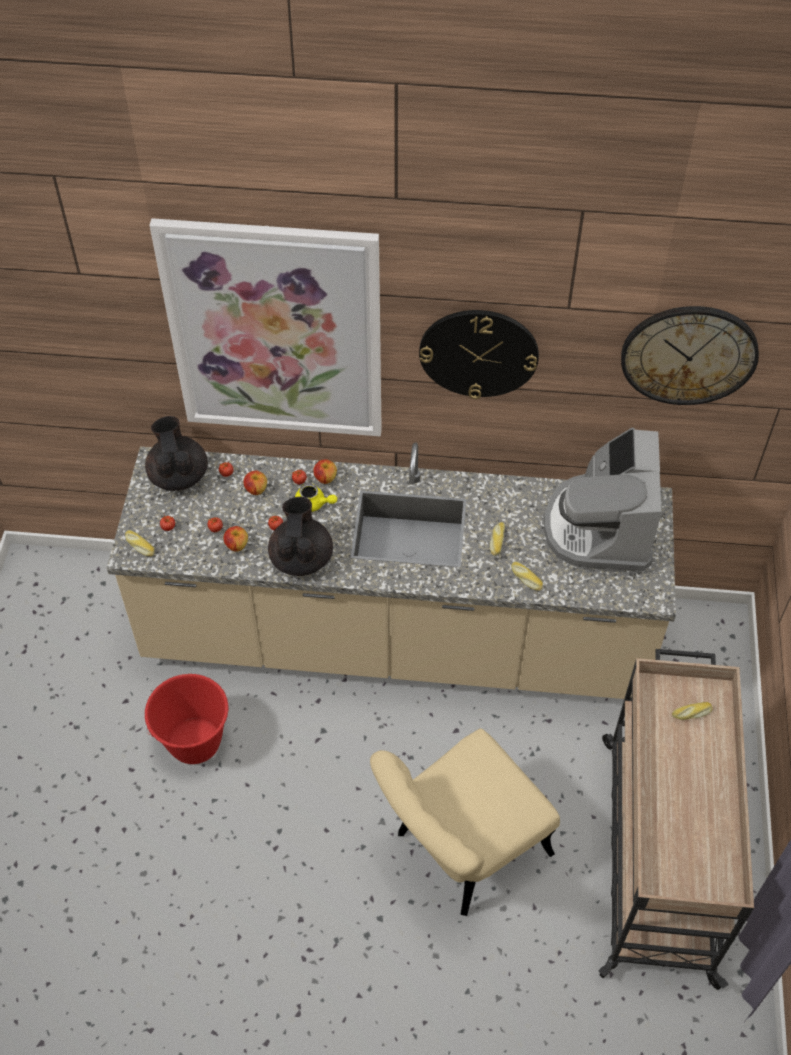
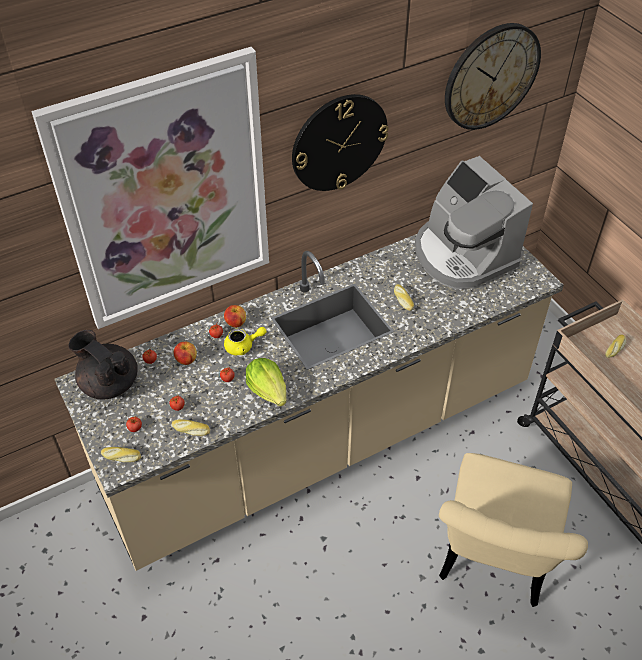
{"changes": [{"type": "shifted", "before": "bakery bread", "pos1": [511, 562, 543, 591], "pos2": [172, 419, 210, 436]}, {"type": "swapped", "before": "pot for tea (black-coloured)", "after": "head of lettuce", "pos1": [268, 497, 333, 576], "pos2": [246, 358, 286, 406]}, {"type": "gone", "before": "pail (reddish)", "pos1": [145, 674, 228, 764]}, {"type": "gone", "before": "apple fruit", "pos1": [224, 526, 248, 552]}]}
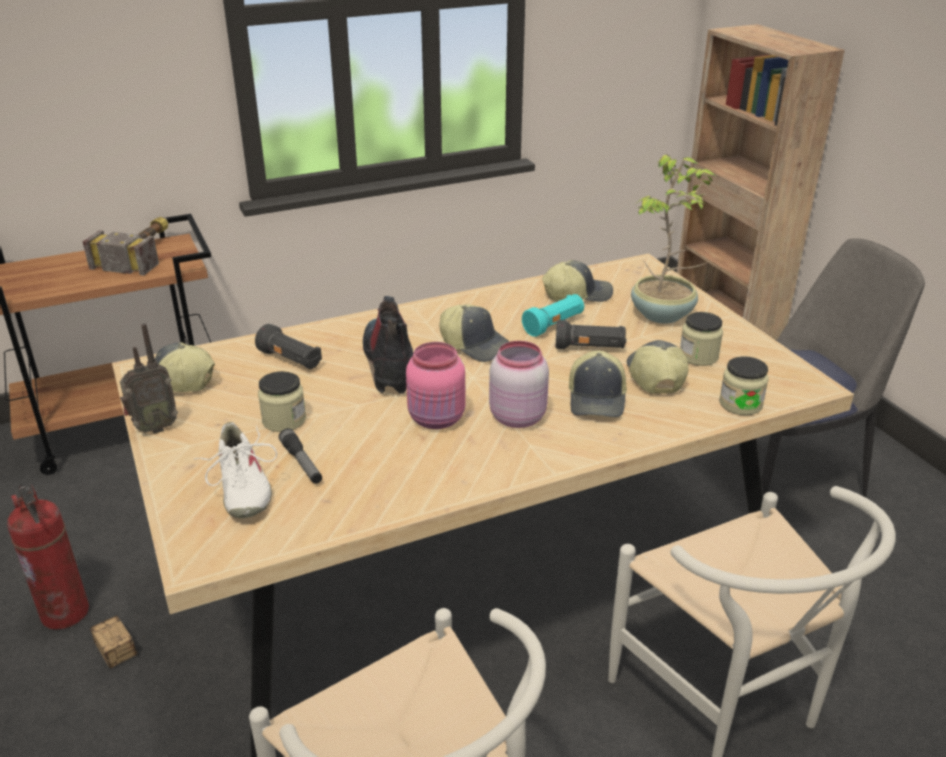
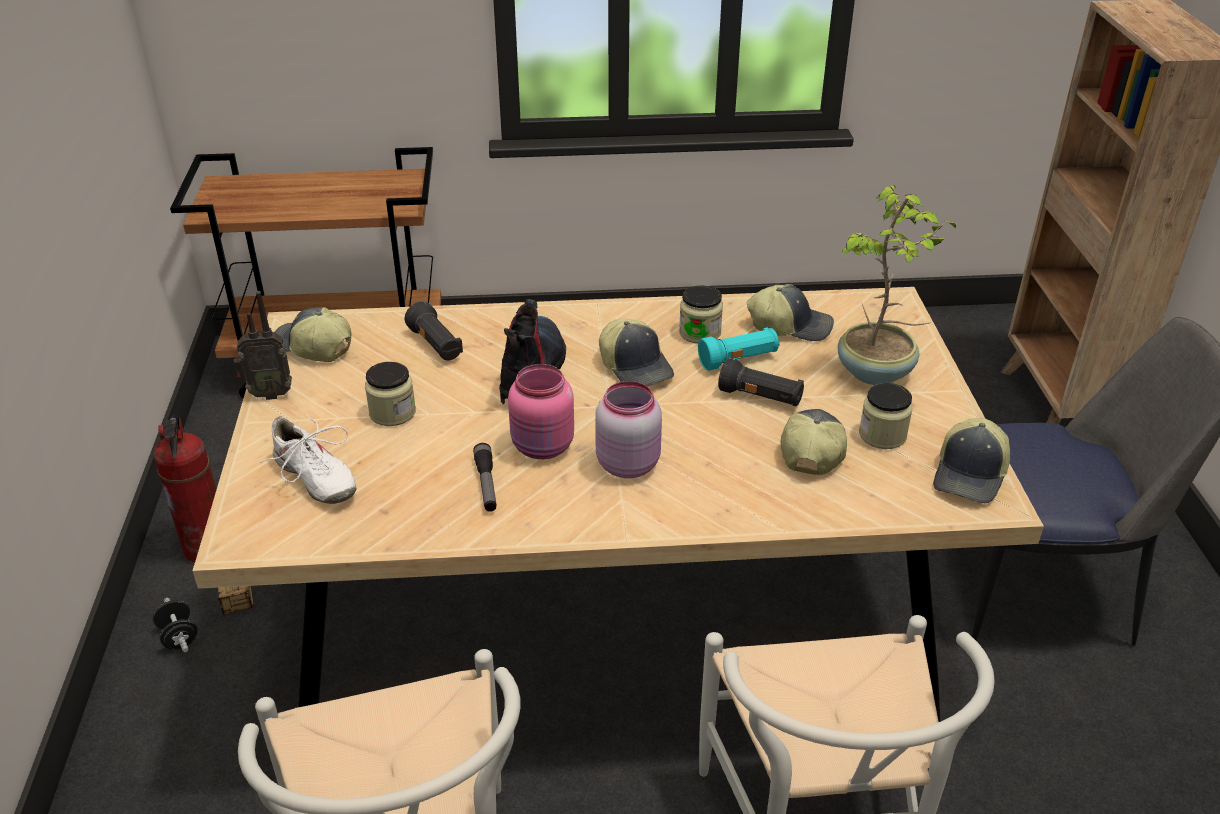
{"changes": [{"type": "new", "after": "free weight (black-coloured)", "pos2": [153, 598, 198, 652]}, {"type": "rotated", "before": "shoe (white)", "pos1": [194, 422, 277, 518], "pos2": [259, 413, 356, 504], "turn": -45}, {"type": "shifted", "before": "flashlight", "pos1": [279, 428, 322, 484], "pos2": [473, 443, 497, 512]}, {"type": "shifted", "before": "preserve jar", "pos1": [719, 356, 769, 415], "pos2": [679, 285, 723, 344]}, {"type": "shifted", "before": "cap", "pos1": [569, 350, 627, 417], "pos2": [933, 418, 1010, 503]}, {"type": "gone", "before": "tool hammer", "pos1": [82, 217, 168, 275]}]}
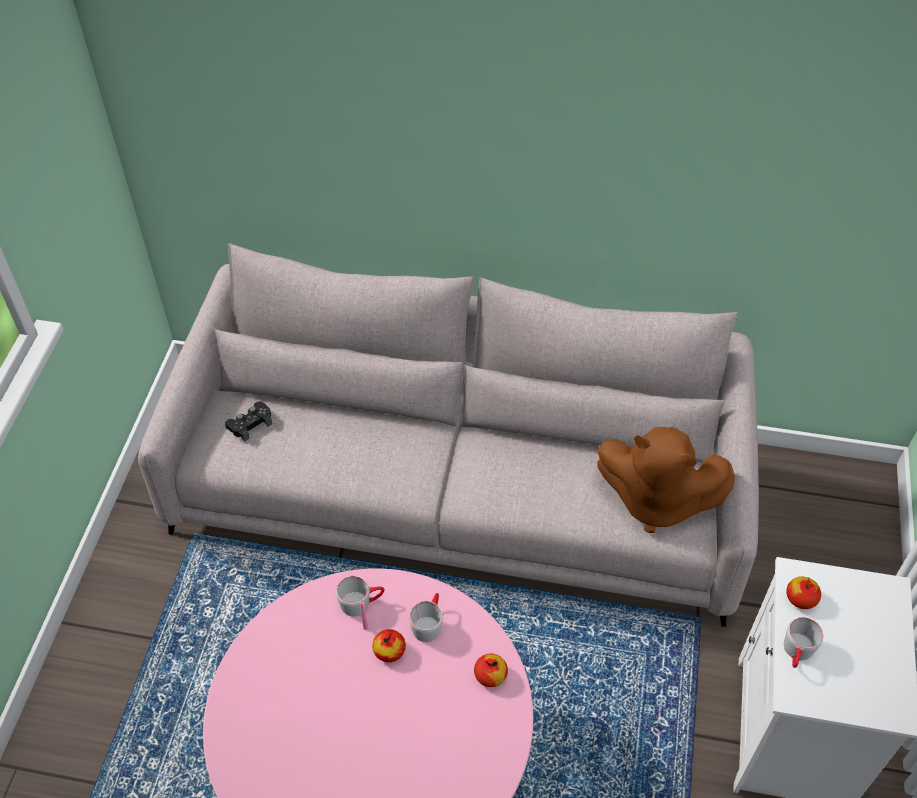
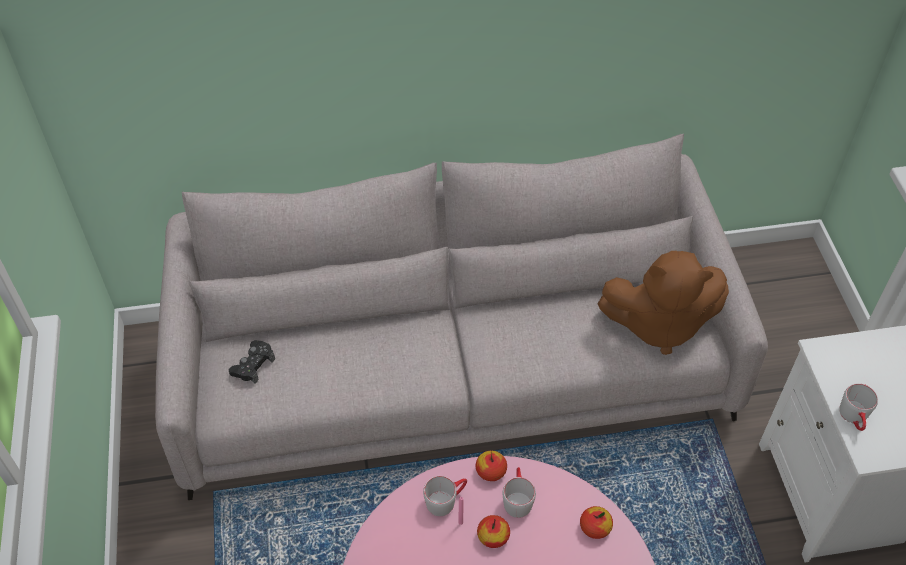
{"changes": [{"type": "shifted", "before": "apple fruit", "pos1": [786, 577, 821, 609], "pos2": [475, 450, 507, 481]}]}
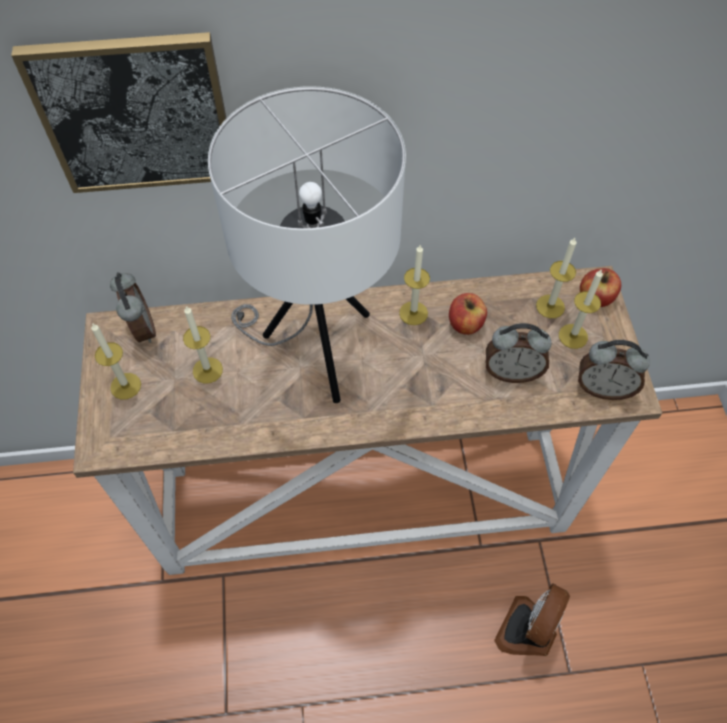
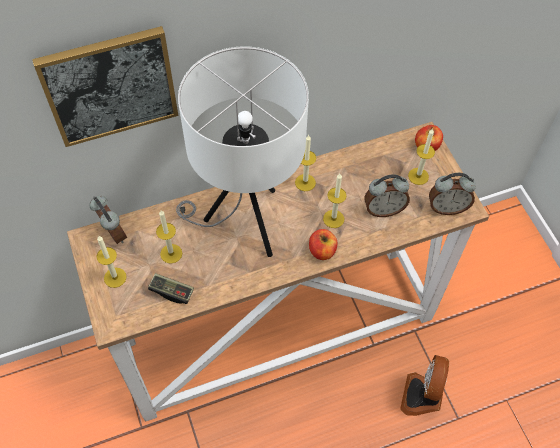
{"changes": [{"type": "new", "after": "joypad", "pos2": [148, 273, 194, 304]}, {"type": "shifted", "before": "apple fruit", "pos1": [449, 293, 487, 335], "pos2": [309, 229, 338, 260]}, {"type": "shifted", "before": "wax candle", "pos1": [536, 238, 577, 318], "pos2": [323, 174, 346, 228]}]}
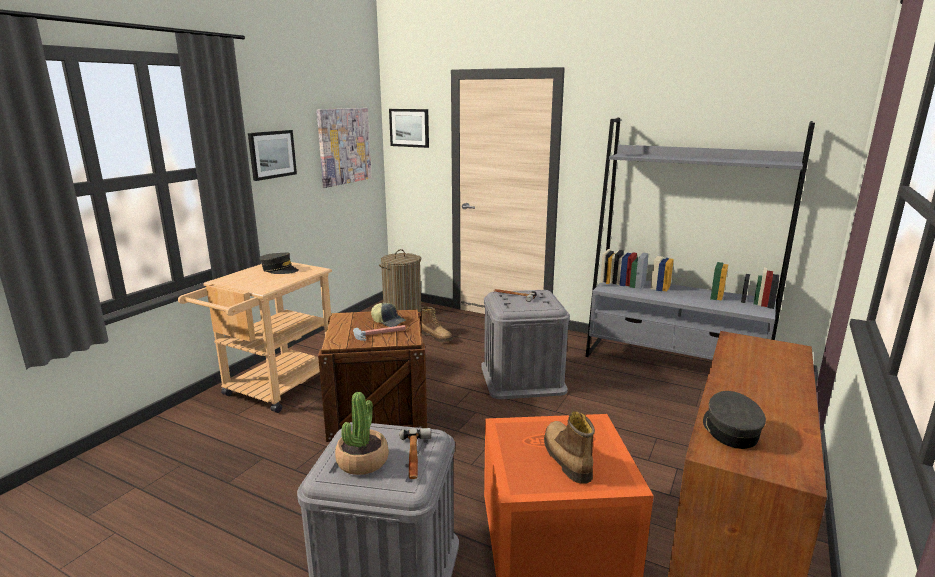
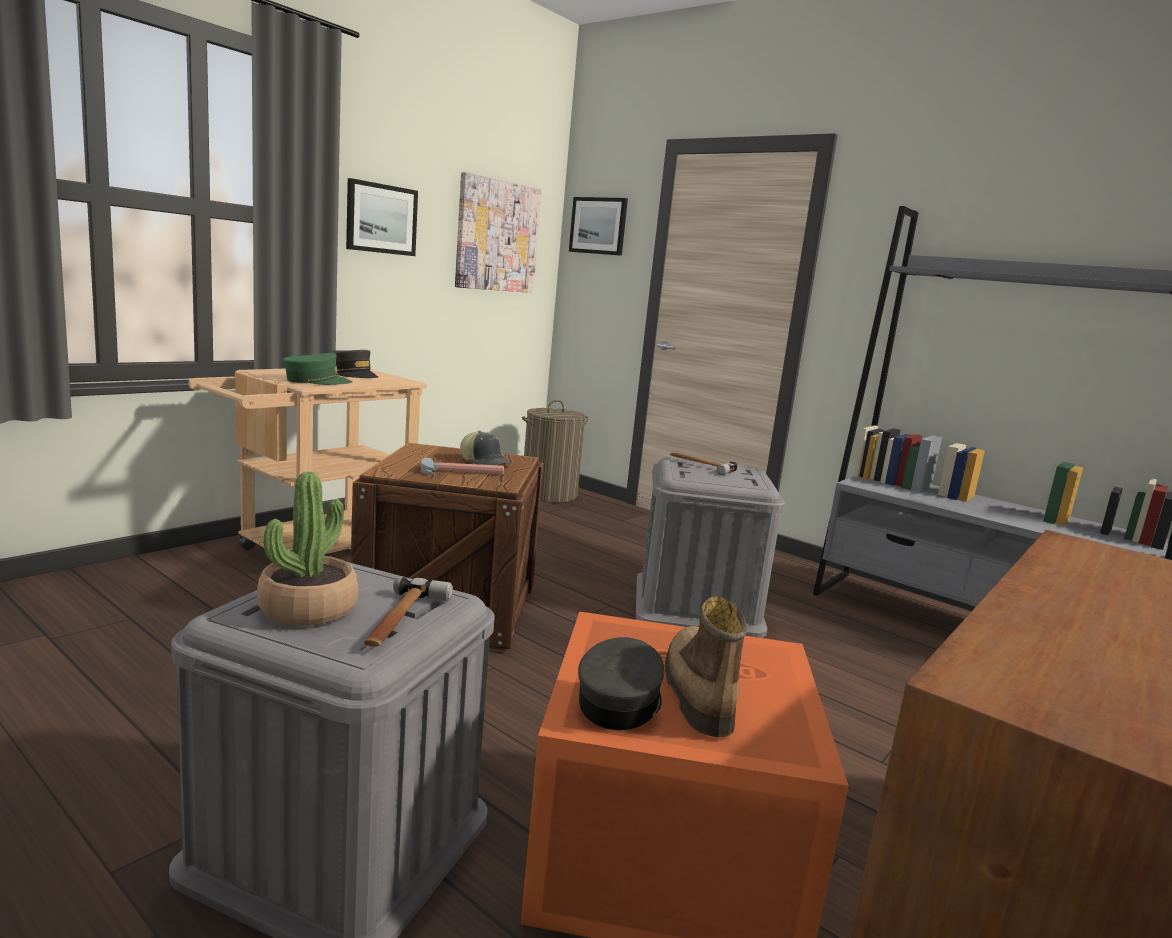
{"changes": [{"type": "new", "after": "cap (greenish)", "pos2": [283, 353, 352, 385]}, {"type": "shifted", "before": "cap (grey)", "pos1": [703, 391, 766, 449], "pos2": [578, 637, 664, 730]}, {"type": "gone", "before": "boot", "pos1": [421, 307, 453, 342]}]}
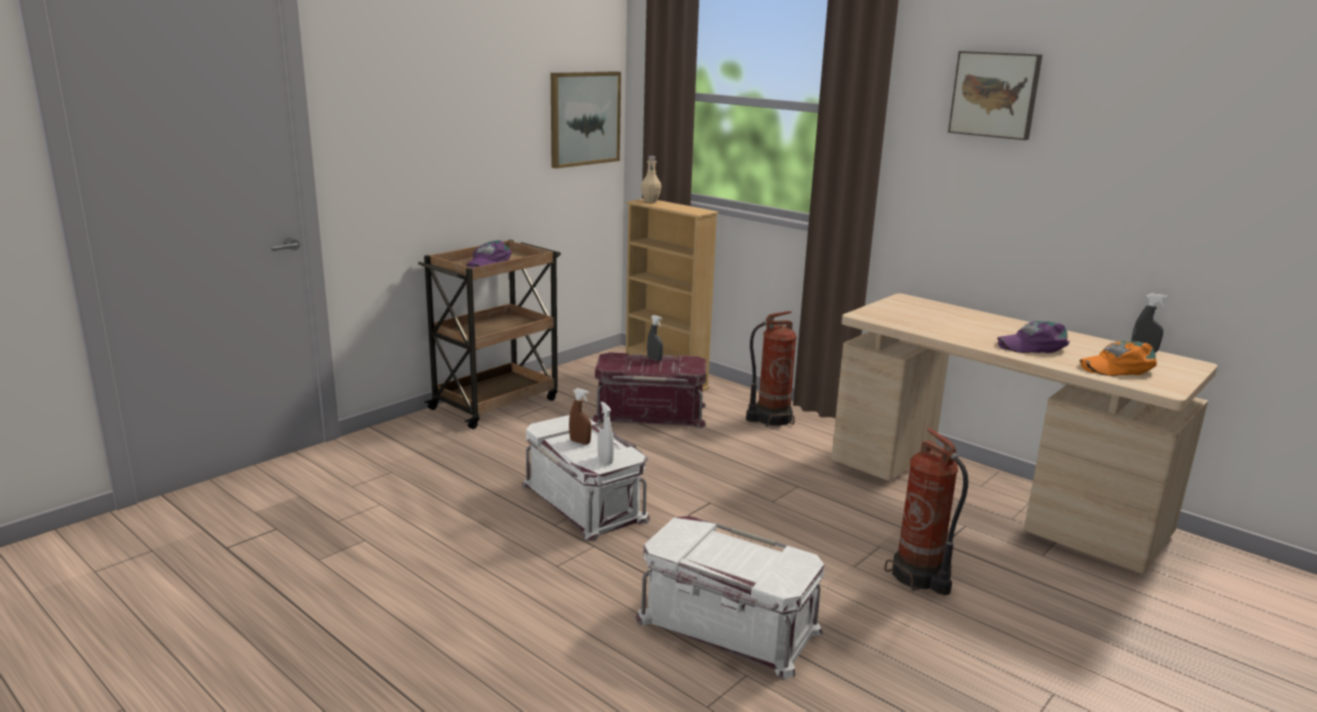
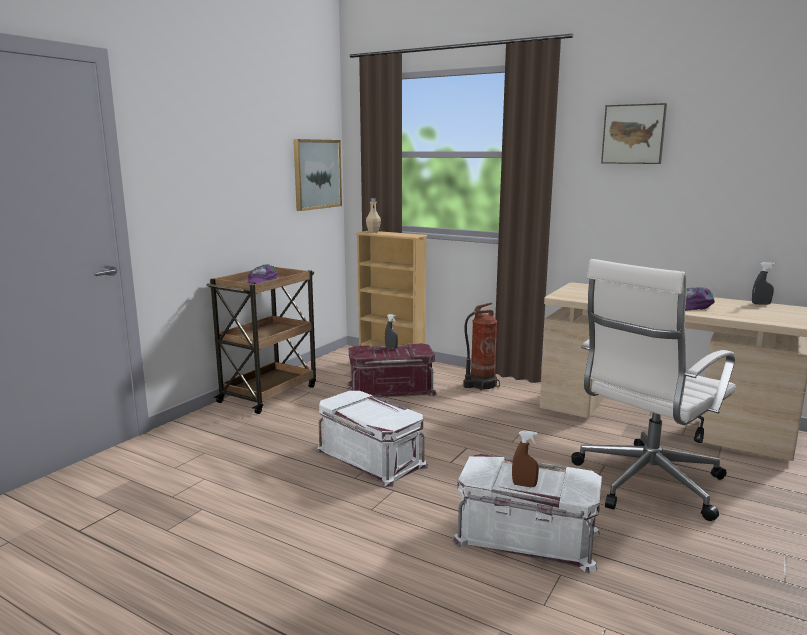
{"changes": [{"type": "shifted", "before": "sprayer (brownish)", "pos1": [569, 388, 591, 444], "pos2": [512, 430, 539, 487]}, {"type": "swapped", "before": "extinguisher", "after": "desk chair (white)", "pos1": [884, 428, 968, 595], "pos2": [571, 259, 736, 521]}, {"type": "gone", "before": "sprayer (white)", "pos1": [598, 402, 614, 465]}, {"type": "gone", "before": "cap (orange)", "pos1": [1080, 341, 1157, 376]}]}
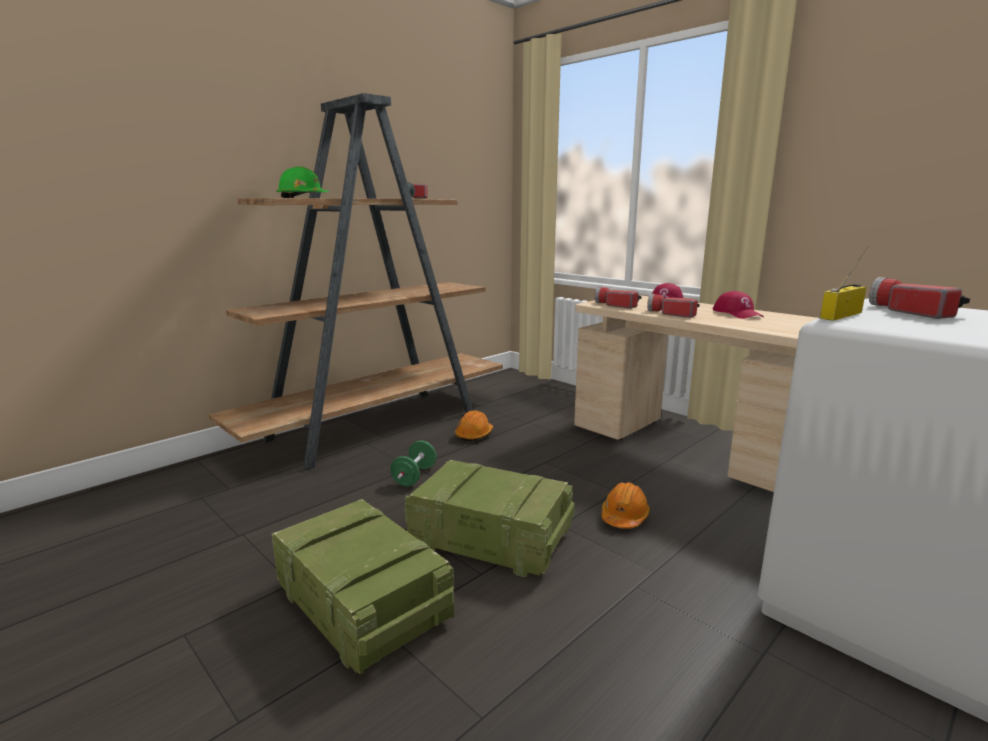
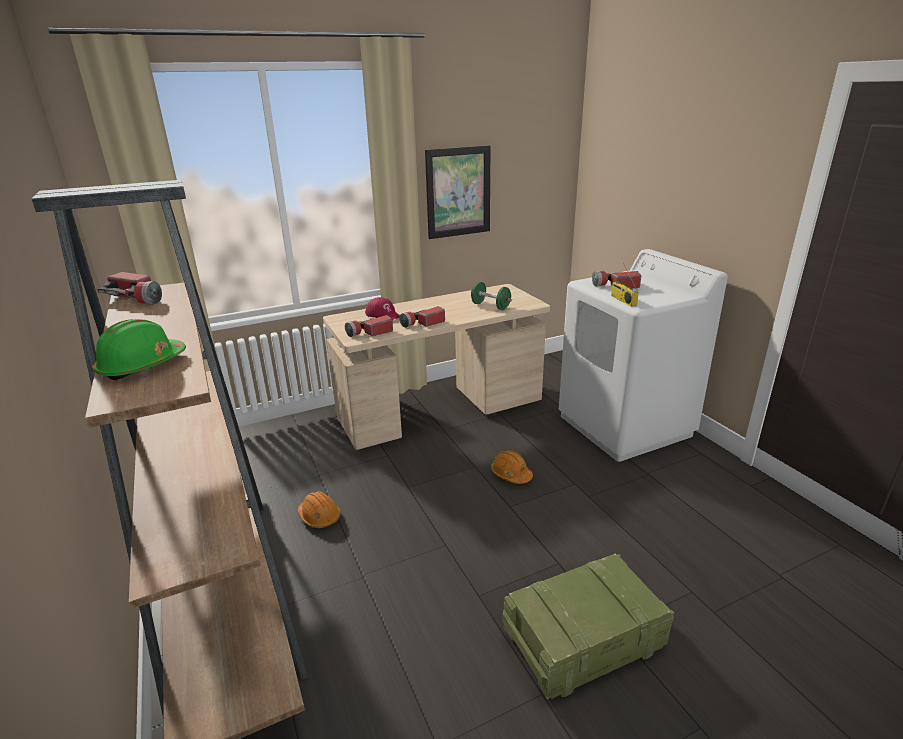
{"changes": [{"type": "new", "after": "picture", "pos2": [425, 146, 491, 239]}, {"type": "shifted", "before": "free weight (greenish)", "pos1": [390, 440, 437, 486], "pos2": [471, 282, 512, 310]}, {"type": "gone", "before": "shipping crate", "pos1": [405, 460, 575, 577]}, {"type": "gone", "before": "cap (reddish)", "pos1": [713, 291, 764, 319]}]}
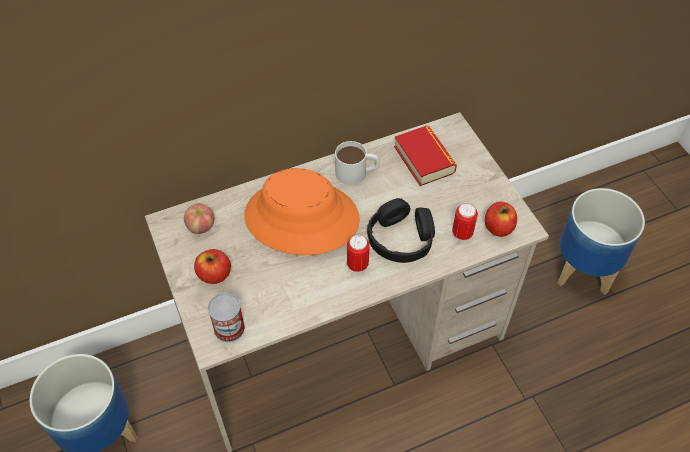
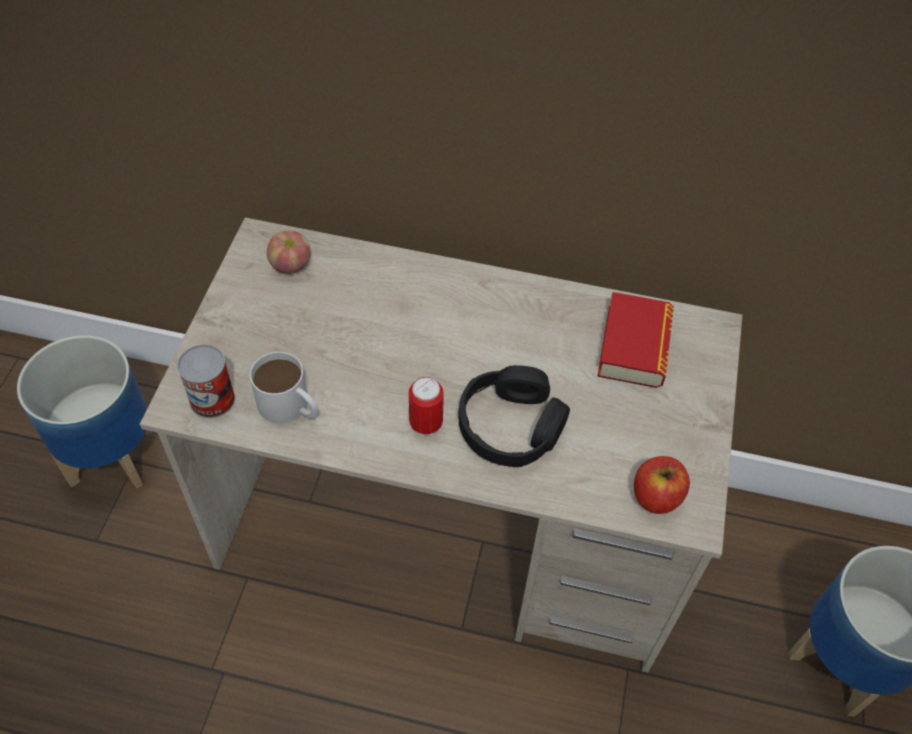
{"changes": [{"type": "shifted", "before": "mug (white)", "pos1": [335, 141, 380, 185], "pos2": [250, 352, 318, 423]}, {"type": "gone", "before": "apple fruit", "pos1": [194, 249, 231, 284]}, {"type": "gone", "before": "wearable hat (orange)", "pos1": [244, 168, 360, 255]}, {"type": "gone", "before": "sealed can", "pos1": [452, 203, 478, 241]}]}
